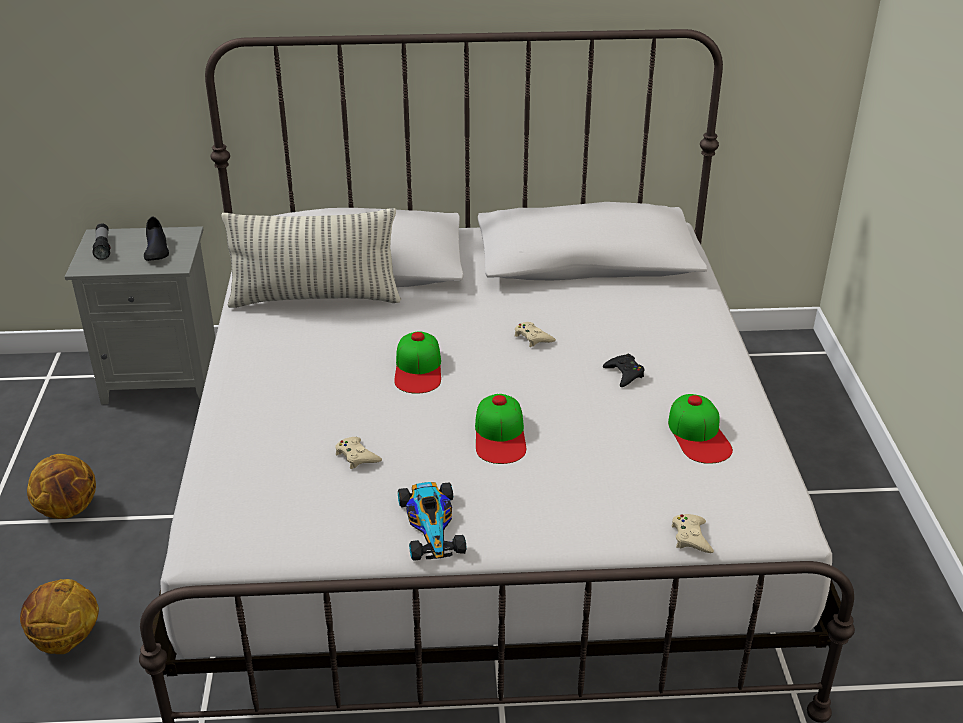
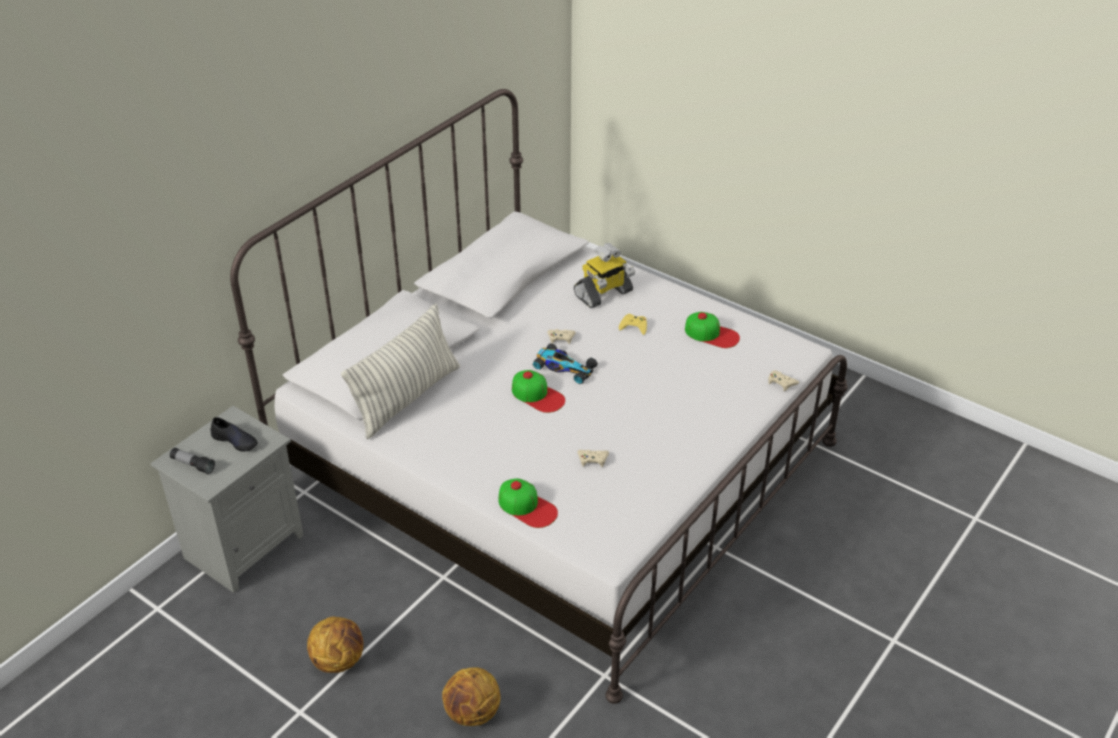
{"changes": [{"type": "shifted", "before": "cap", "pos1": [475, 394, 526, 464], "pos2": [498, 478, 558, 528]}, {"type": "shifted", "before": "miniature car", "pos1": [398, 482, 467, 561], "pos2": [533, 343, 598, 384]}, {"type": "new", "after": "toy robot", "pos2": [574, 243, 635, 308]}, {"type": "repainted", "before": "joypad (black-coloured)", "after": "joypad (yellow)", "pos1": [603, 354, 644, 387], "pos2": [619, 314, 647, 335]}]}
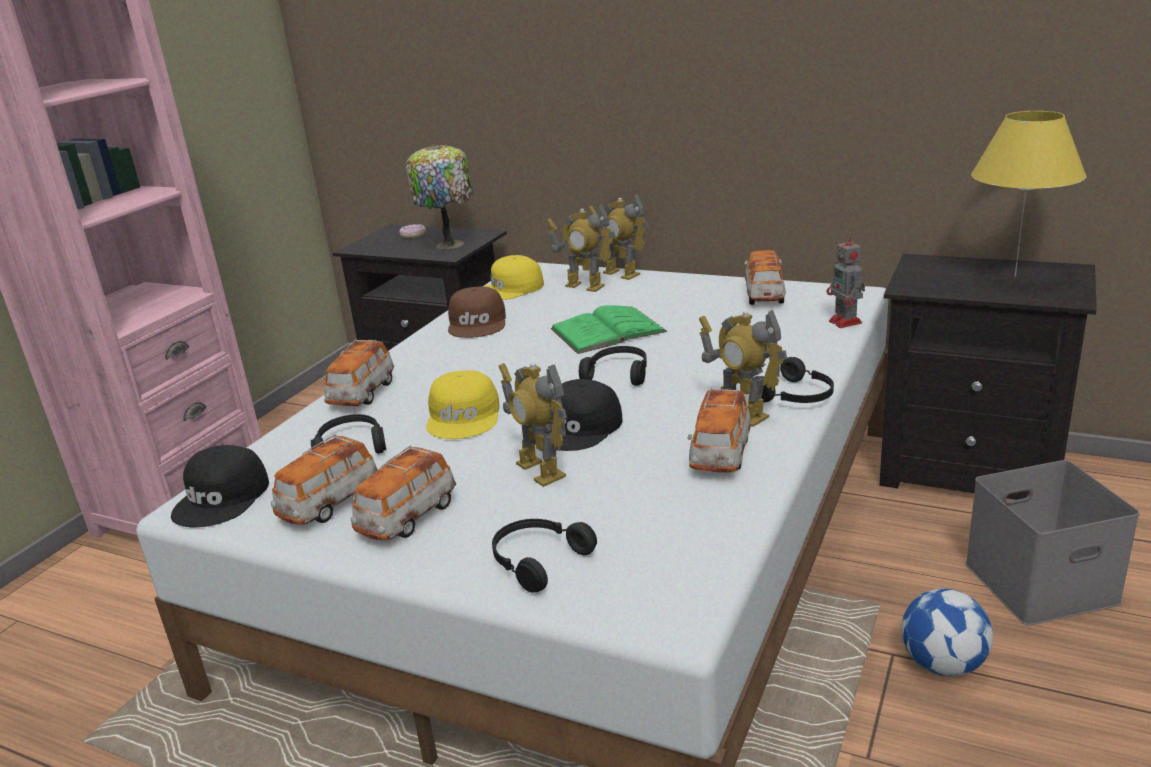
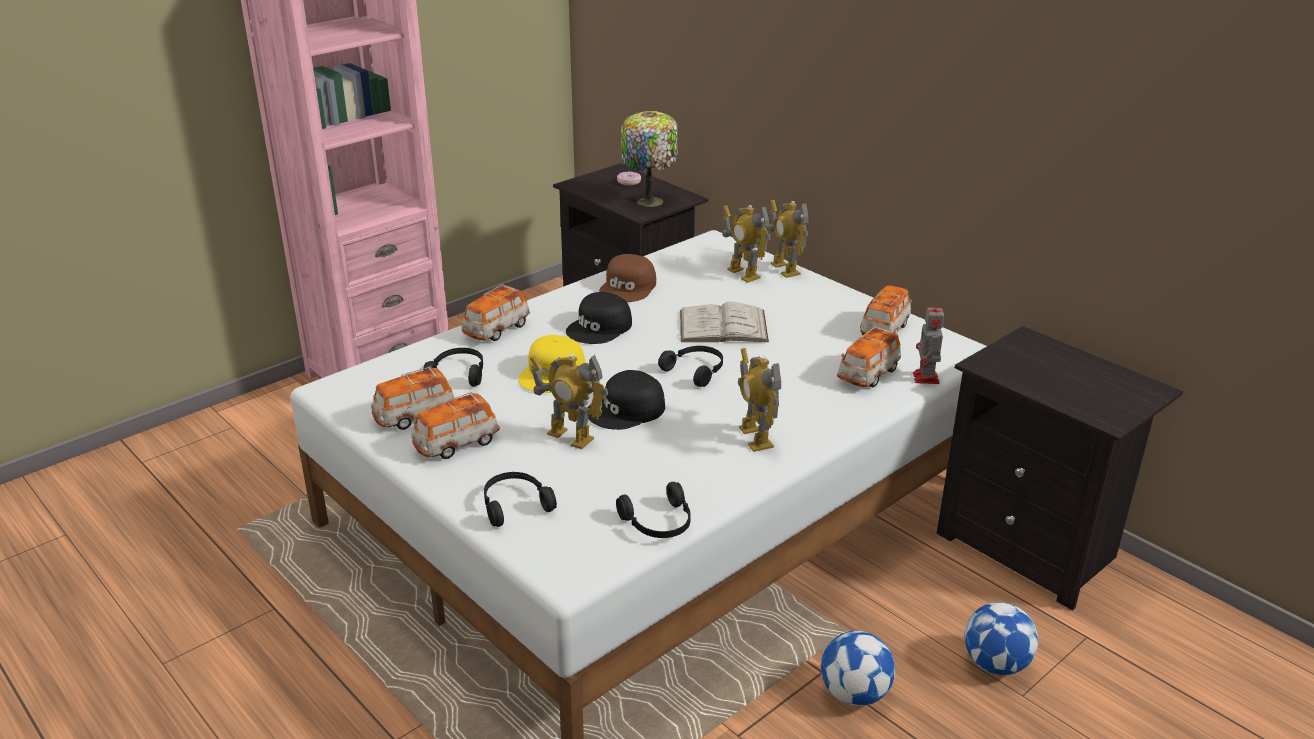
{"changes": [{"type": "rotated", "before": "toy robot", "pos1": [498, 363, 567, 487], "pos2": [530, 354, 608, 449], "turn": -45}, {"type": "shifted", "before": "cap (black-coloured)", "pos1": [171, 445, 269, 527], "pos2": [566, 292, 632, 344]}, {"type": "shifted", "before": "pair of headphones (black-coloured)", "pos1": [759, 357, 834, 403], "pos2": [616, 482, 691, 538]}, {"type": "repainted", "before": "volume (greenish)", "after": "volume (white)", "pos1": [551, 305, 667, 354], "pos2": [680, 301, 769, 342]}, {"type": "shifted", "before": "miniature car", "pos1": [687, 388, 751, 473], "pos2": [837, 326, 901, 387]}, {"type": "swapped", "before": "storage bin (grey)", "after": "football", "pos1": [965, 460, 1140, 626], "pos2": [964, 602, 1038, 675]}, {"type": "gone", "before": "cap (yellow)", "pos1": [483, 255, 544, 300]}, {"type": "gone", "before": "tabletop lamp (yellow)", "pos1": [971, 111, 1086, 277]}]}
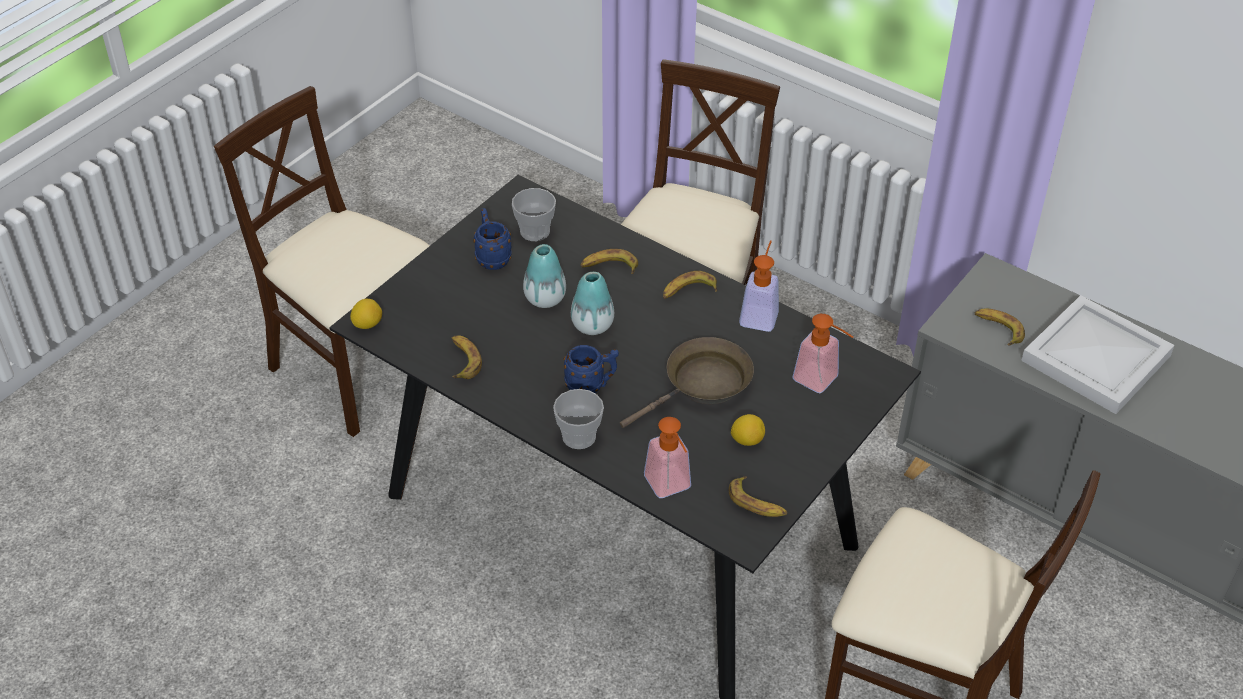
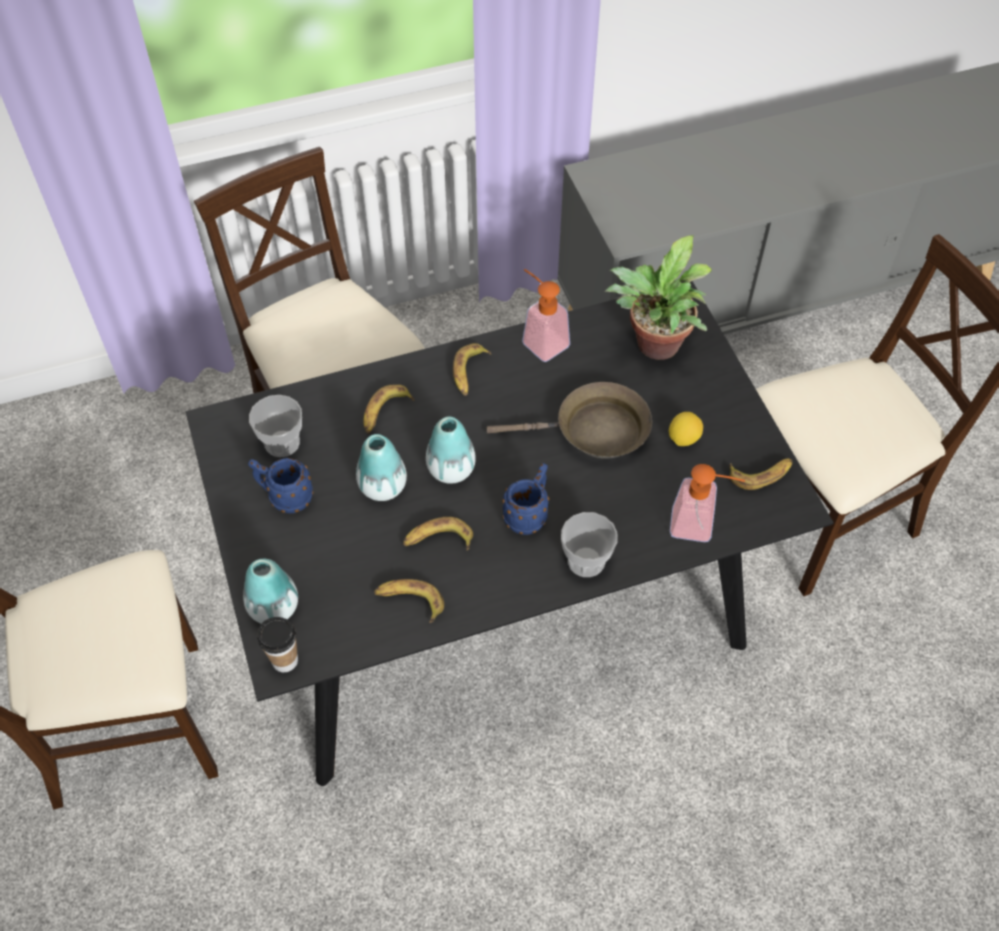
{"changes": [{"type": "new", "after": "decorative vase", "pos2": [243, 559, 298, 624]}, {"type": "swapped", "before": "whole lemon", "after": "drinking cup", "pos1": [350, 299, 382, 329], "pos2": [257, 617, 298, 672]}, {"type": "shifted", "before": "banana fruit", "pos1": [975, 309, 1025, 346], "pos2": [403, 517, 473, 550]}, {"type": "rotated", "before": "skillet (brownish)", "pos1": [620, 337, 754, 428], "pos2": [487, 382, 652, 459], "turn": 90}, {"type": "swapped", "before": "soap dispenser", "after": "plant in a pot", "pos1": [792, 314, 853, 393], "pos2": [605, 235, 712, 360]}, {"type": "gone", "before": "tray (white)", "pos1": [1021, 295, 1175, 414]}]}
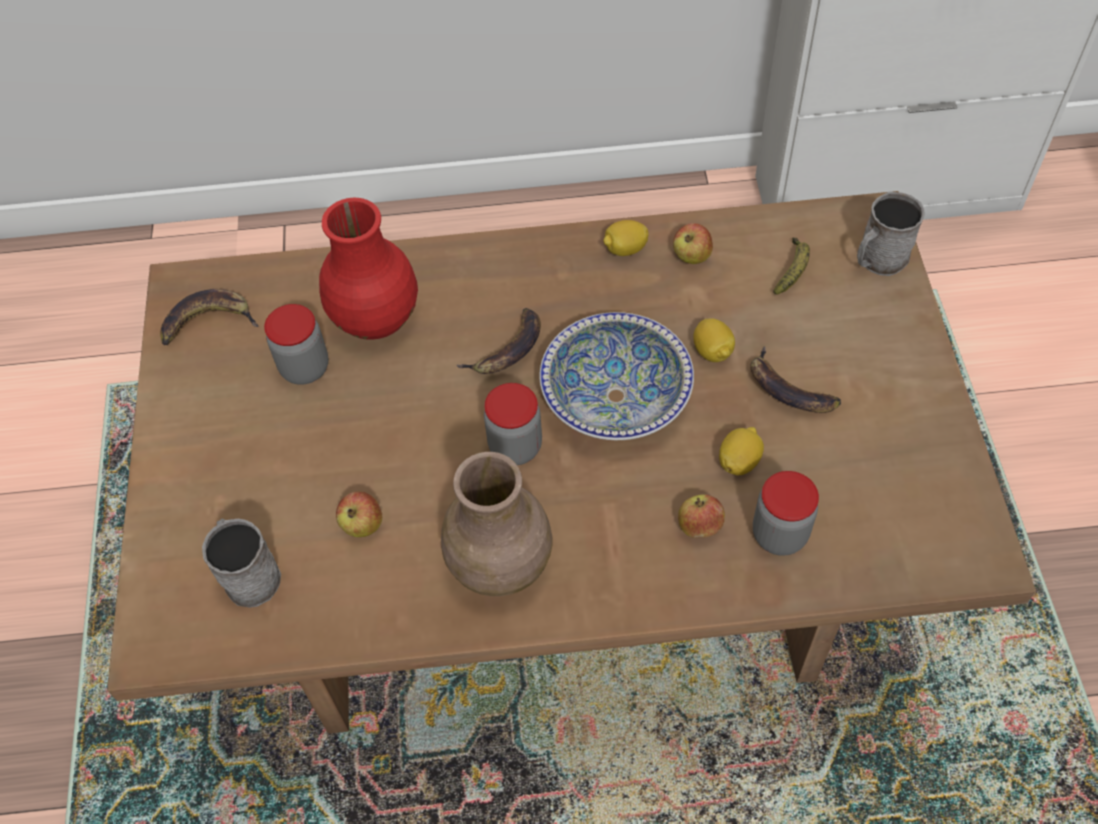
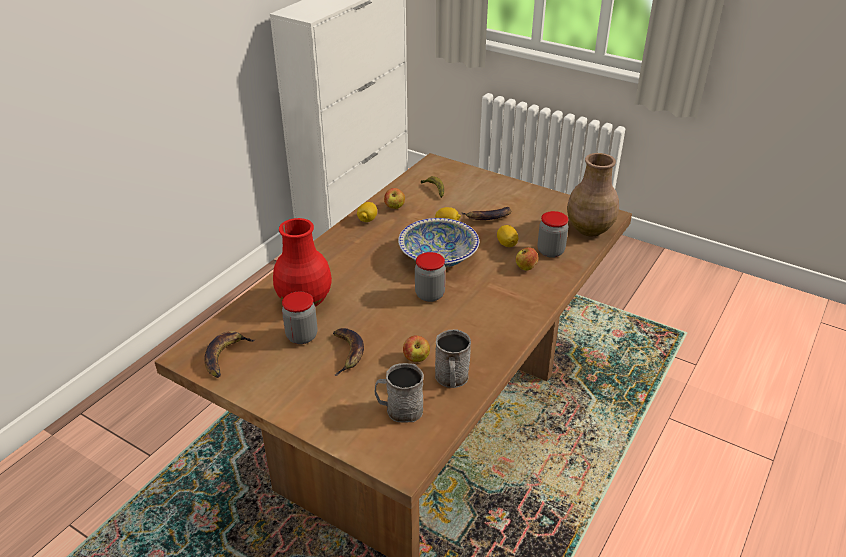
{"changes": [{"type": "shifted", "before": "banana fruit", "pos1": [456, 308, 541, 374], "pos2": [333, 328, 364, 376]}, {"type": "shifted", "before": "mug (grey)", "pos1": [857, 191, 925, 276], "pos2": [435, 330, 471, 388]}, {"type": "shifted", "before": "decorative vase (brownish)", "pos1": [441, 452, 552, 596], "pos2": [567, 153, 619, 236]}]}
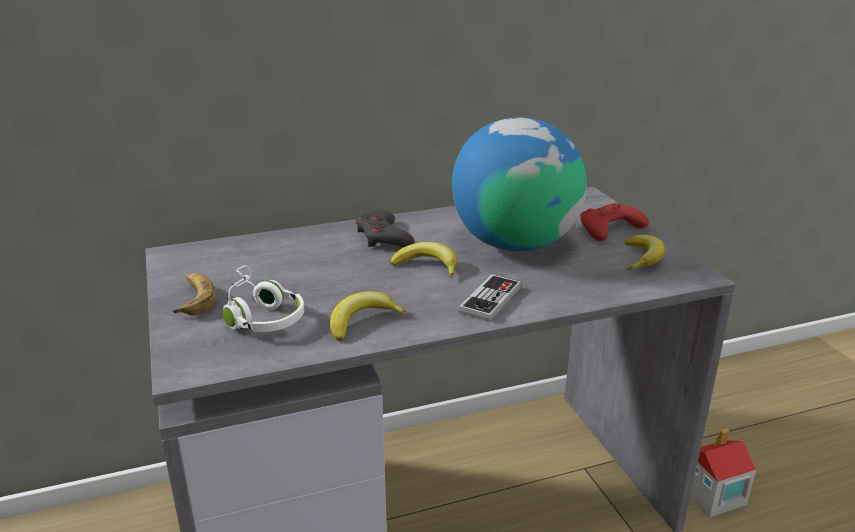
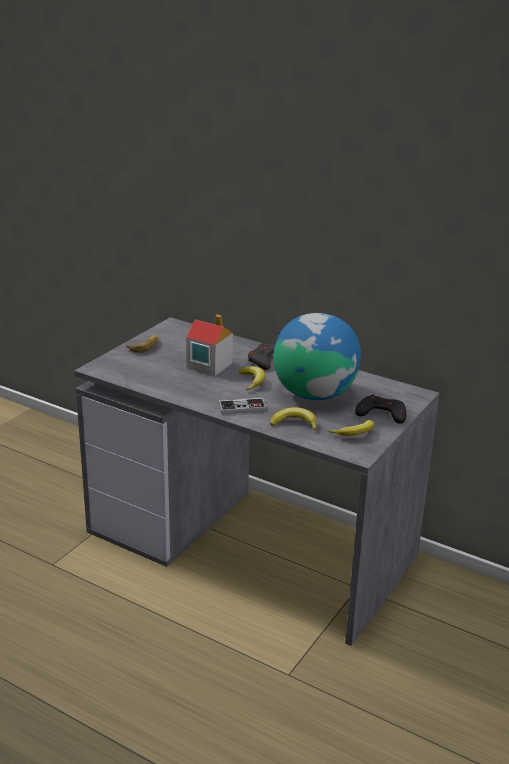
{"changes": [{"type": "shifted", "before": "miniature house", "pos1": [690, 428, 756, 518], "pos2": [186, 315, 233, 376]}, {"type": "shifted", "before": "banana fruit", "pos1": [330, 291, 408, 341], "pos2": [270, 407, 317, 431]}, {"type": "repainted", "before": "joypad (reddish)", "after": "joypad (black-coloured)", "pos1": [580, 203, 649, 241], "pos2": [355, 395, 406, 424]}, {"type": "gone", "before": "pair of headphones (white)", "pos1": [223, 265, 304, 332]}]}
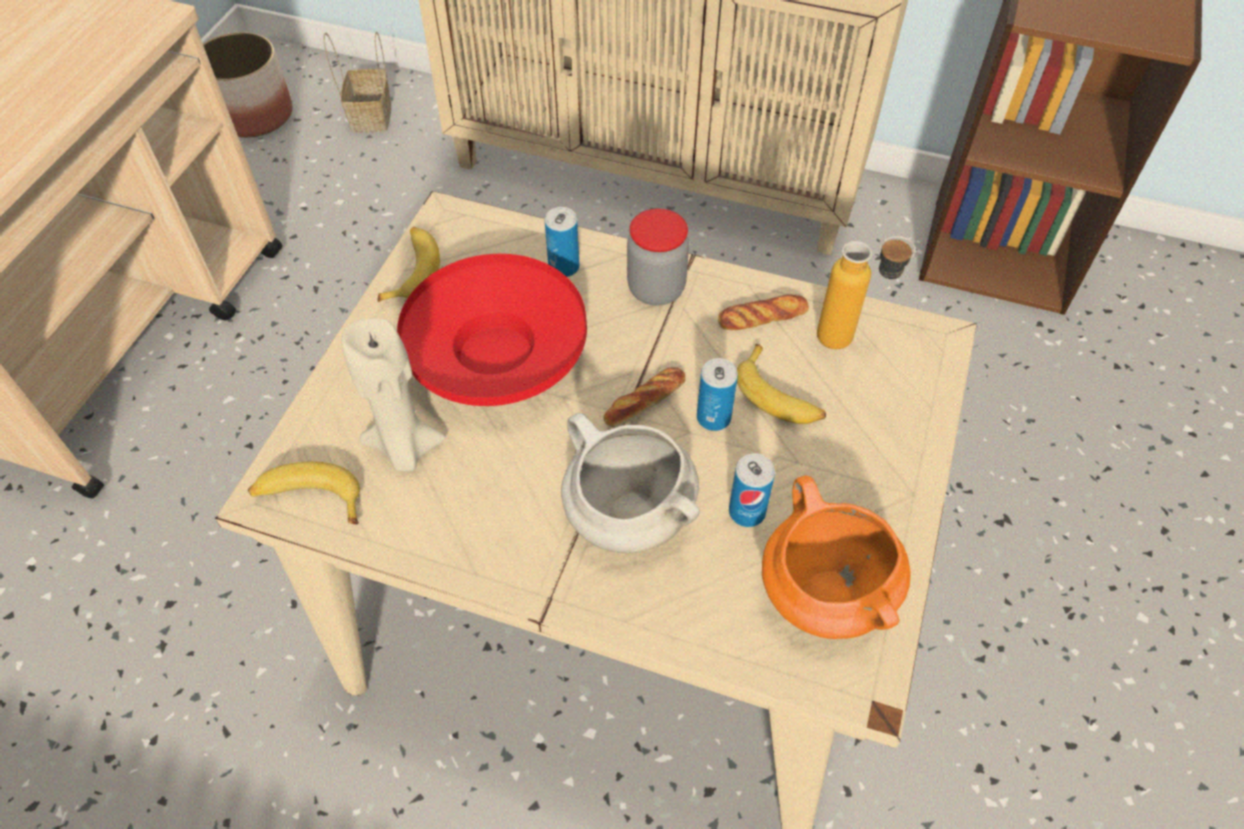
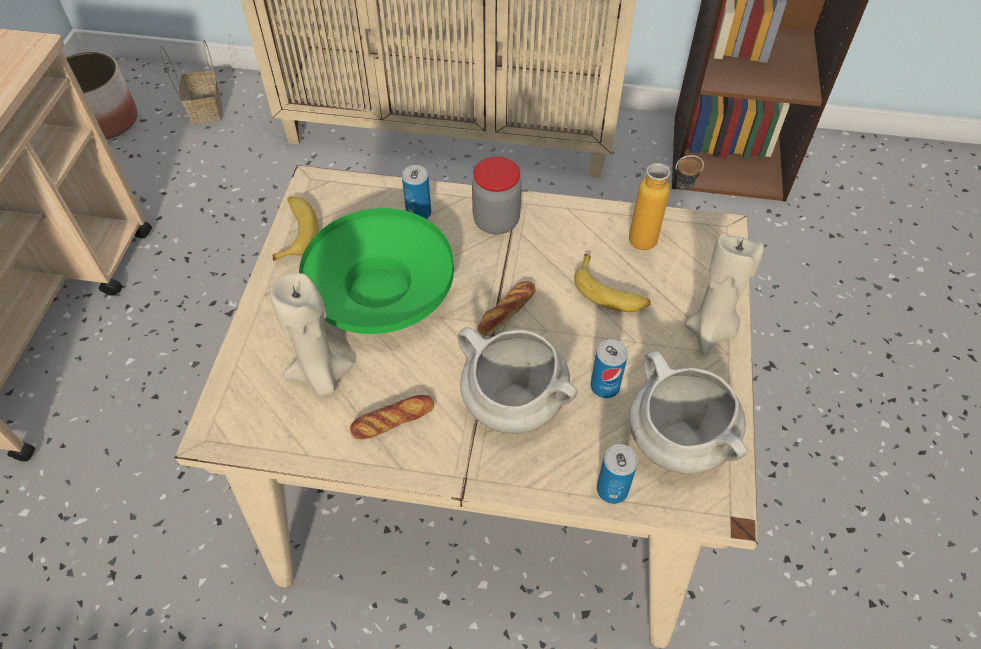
{"changes": [{"type": "repainted", "before": "bowl (reddish)", "after": "bowl (greenish)", "pos1": [397, 254, 587, 406], "pos2": [299, 208, 454, 334]}, {"type": "shifted", "before": "bakery bread", "pos1": [718, 295, 809, 330], "pos2": [350, 395, 434, 439]}, {"type": "shifted", "before": "sealed can", "pos1": [697, 358, 738, 431], "pos2": [597, 444, 638, 504]}, {"type": "repainted", "before": "saucepot (orange)", "after": "saucepot (white)", "pos1": [762, 475, 911, 639], "pos2": [629, 351, 748, 474]}, {"type": "new", "after": "wax candle (sand-coloured)", "pos2": [685, 232, 764, 355]}, {"type": "gone", "before": "banana fruit", "pos1": [248, 462, 360, 524]}]}
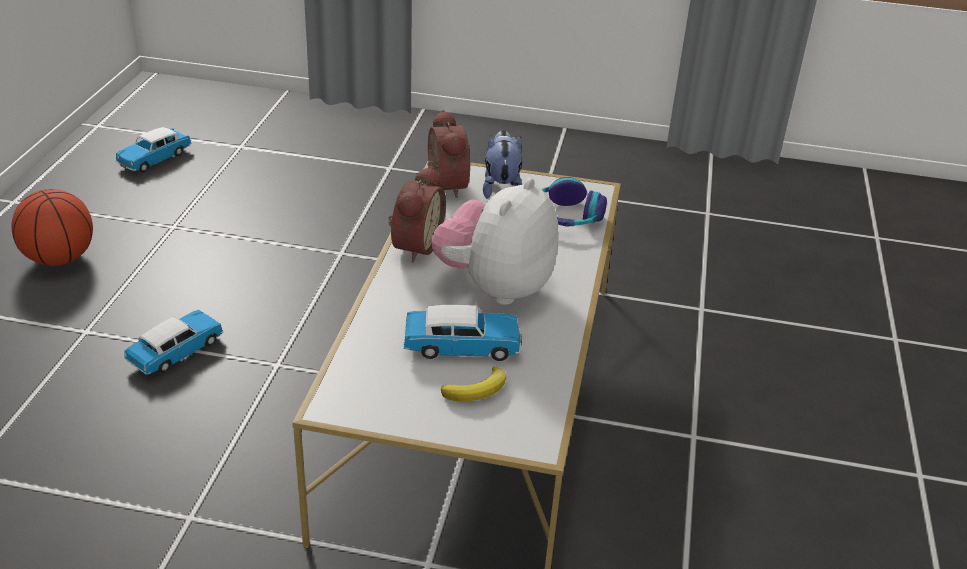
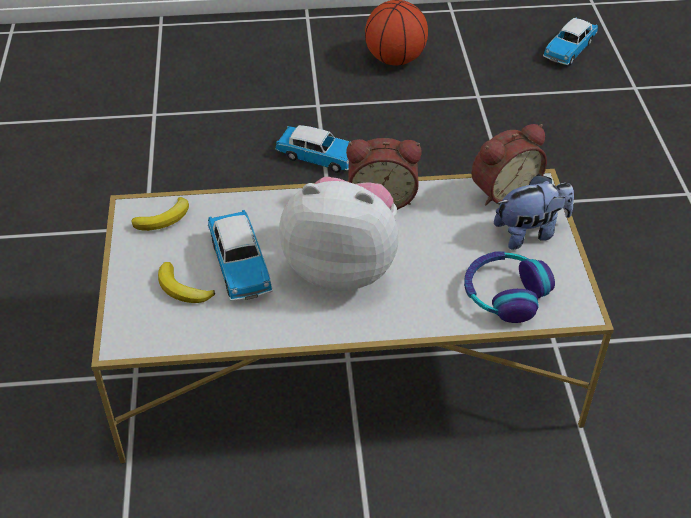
{"changes": [{"type": "new", "after": "banana fruit", "pos2": [131, 197, 189, 231]}, {"type": "rotated", "before": "miniature car", "pos1": [116, 127, 191, 173], "pos2": [543, 18, 598, 65], "turn": -75}]}
